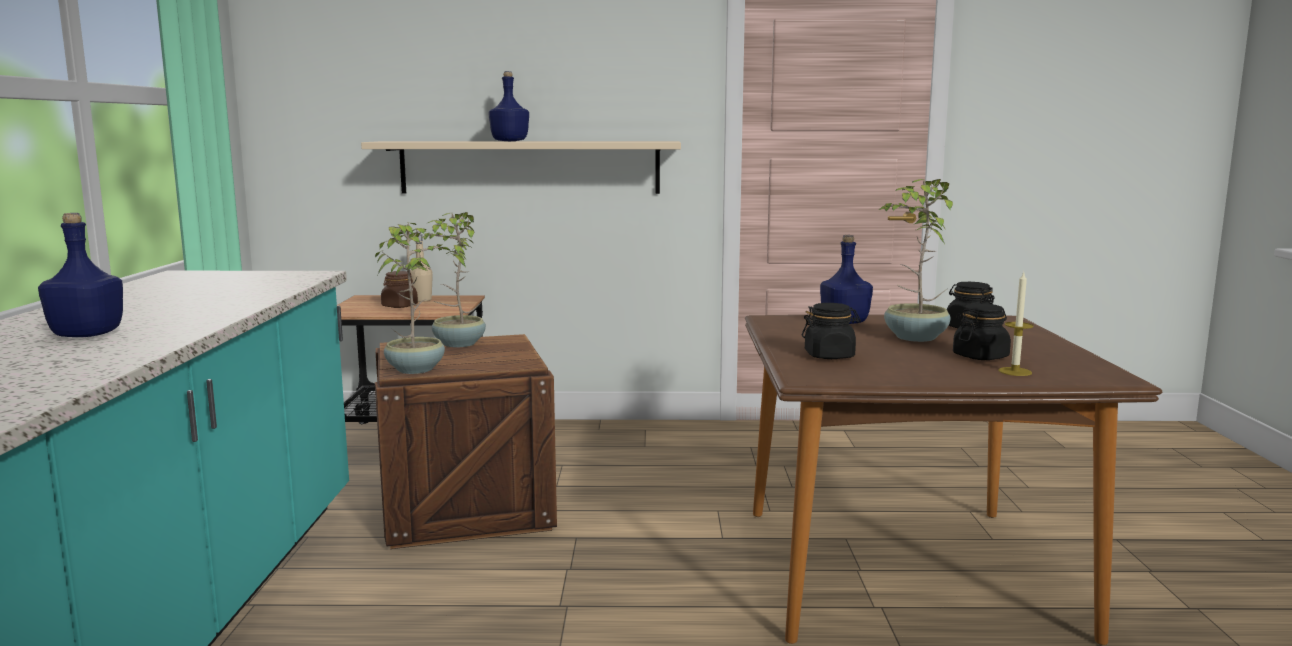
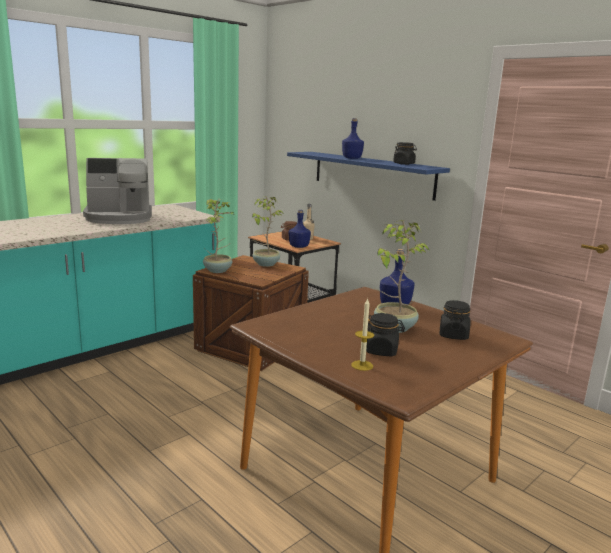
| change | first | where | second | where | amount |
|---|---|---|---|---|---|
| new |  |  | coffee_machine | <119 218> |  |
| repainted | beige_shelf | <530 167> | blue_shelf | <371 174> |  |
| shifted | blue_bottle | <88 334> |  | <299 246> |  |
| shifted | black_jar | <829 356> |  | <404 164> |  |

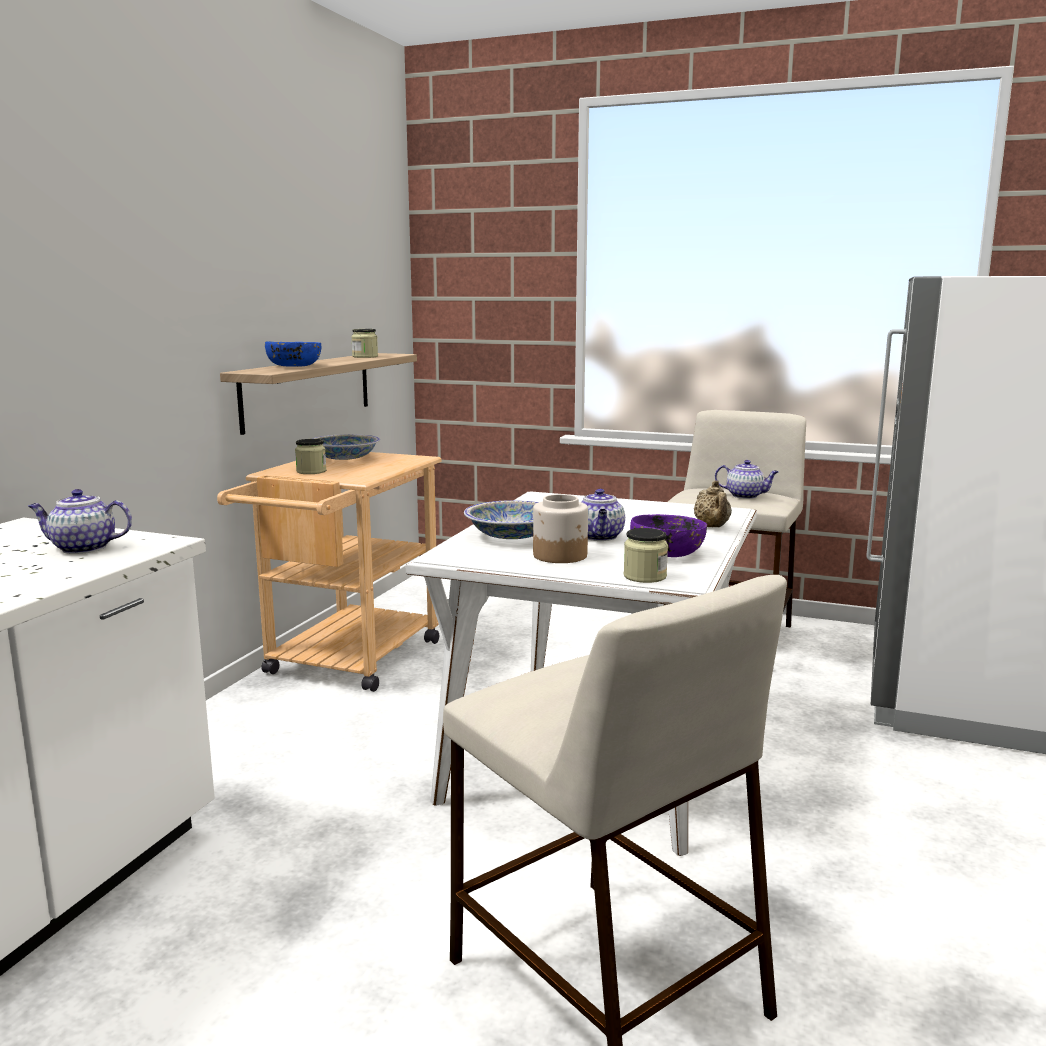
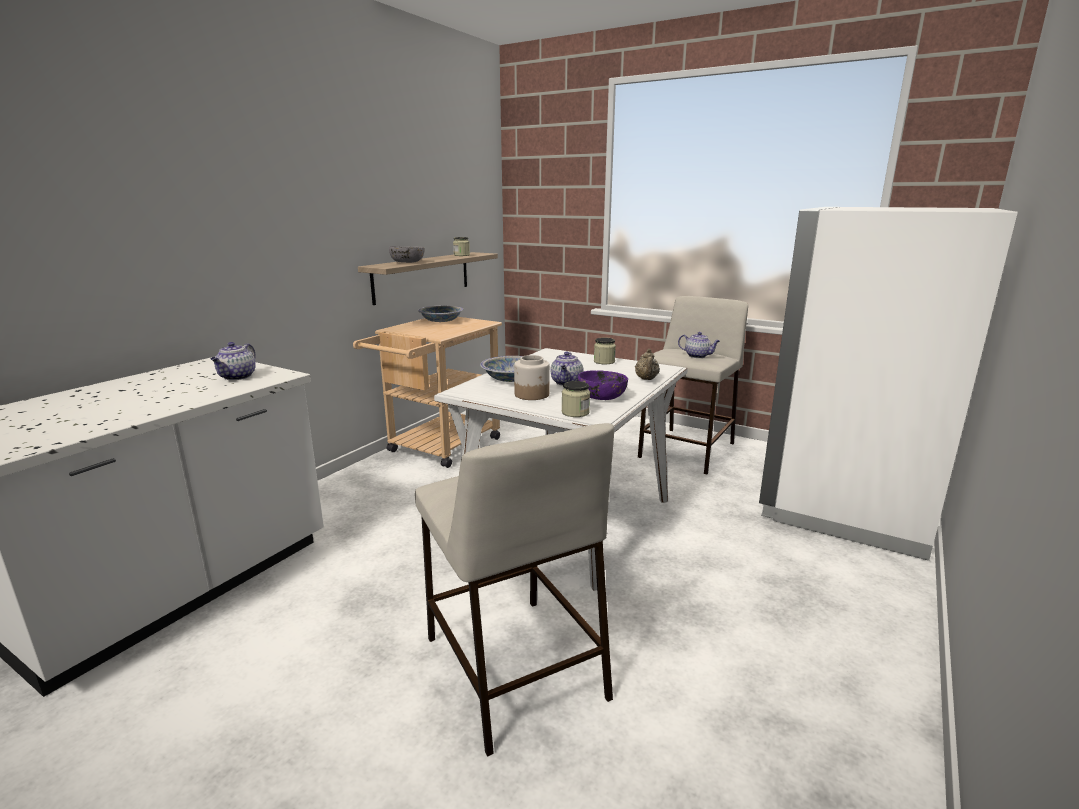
| change | first | where | second | where | amount |
|---|---|---|---|---|---|
| rotated | teapot | <82 548> |  | <237 377> | 90 degrees counterclockwise |
| repainted | blue_bowl | <295 366> | grey_bowl | <408 262> |  |
| shifted | jar | <311 471> |  | <604 361> |  |

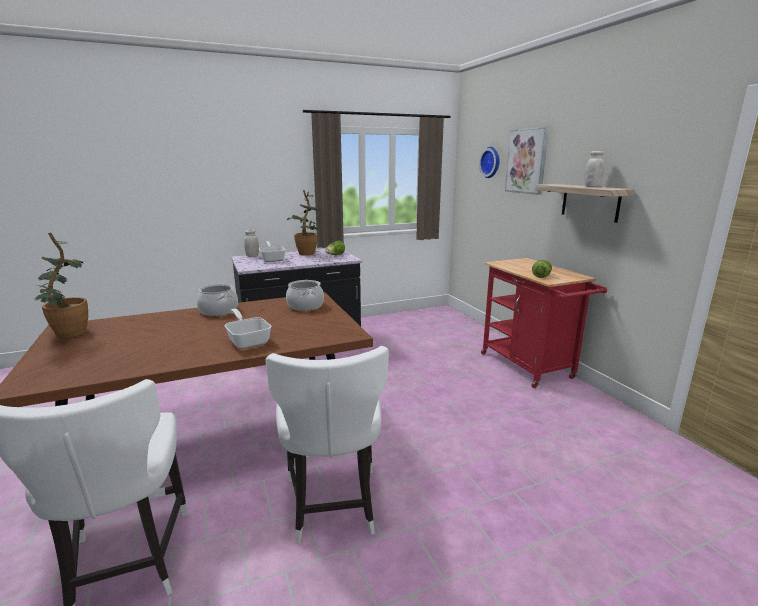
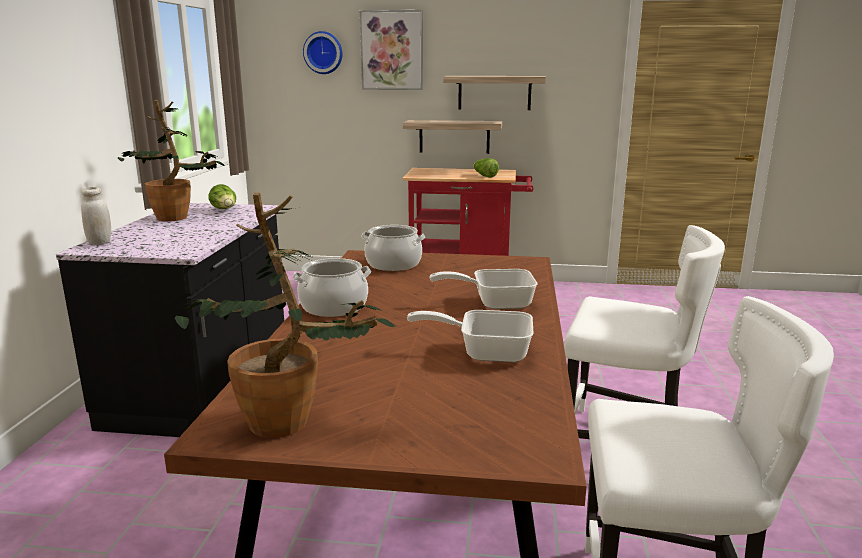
| change | first | where | second | where | amount |
|---|---|---|---|---|---|
| new |  |  | shelf | <454 136> |  |
| shifted | frying_pan | <272 259> |  | <485 352> |  |
| gone | white_jar | <591 186> |  |  |  |

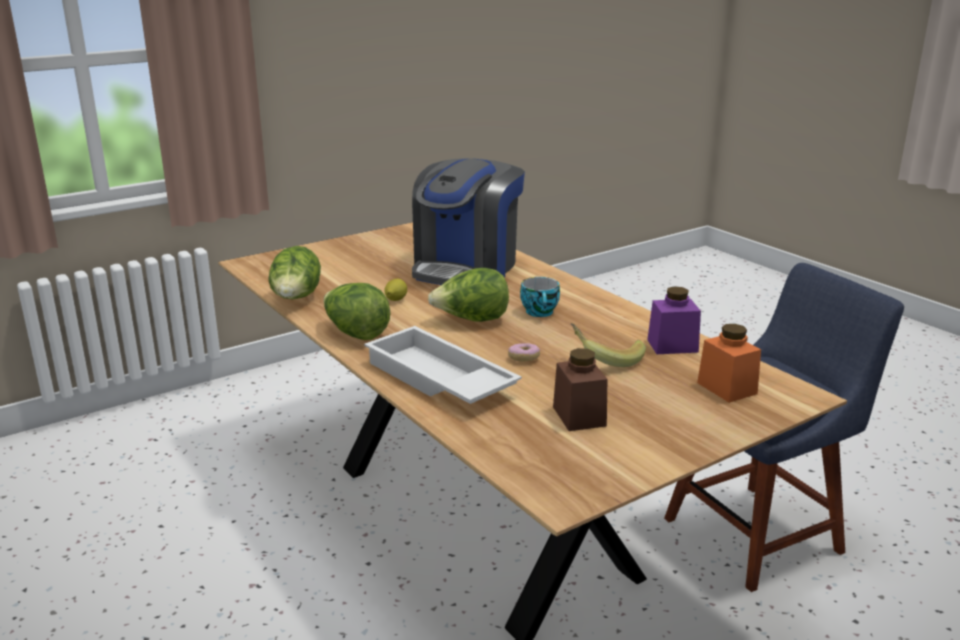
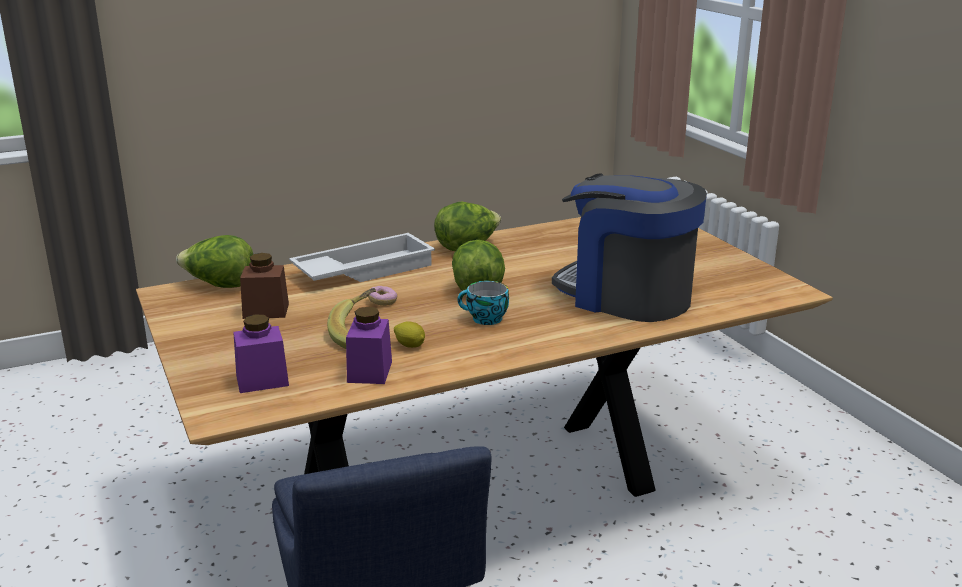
| change | first | where | second | where | amount |
|---|---|---|---|---|---|
| shifted | lettuce | <296 299> |  | <220 285> |  |
| repainted | orange_jar | <726 388> | purple_jar | <262 380> |  |
| shifted | lemon | <395 300> |  | <410 345> |  |

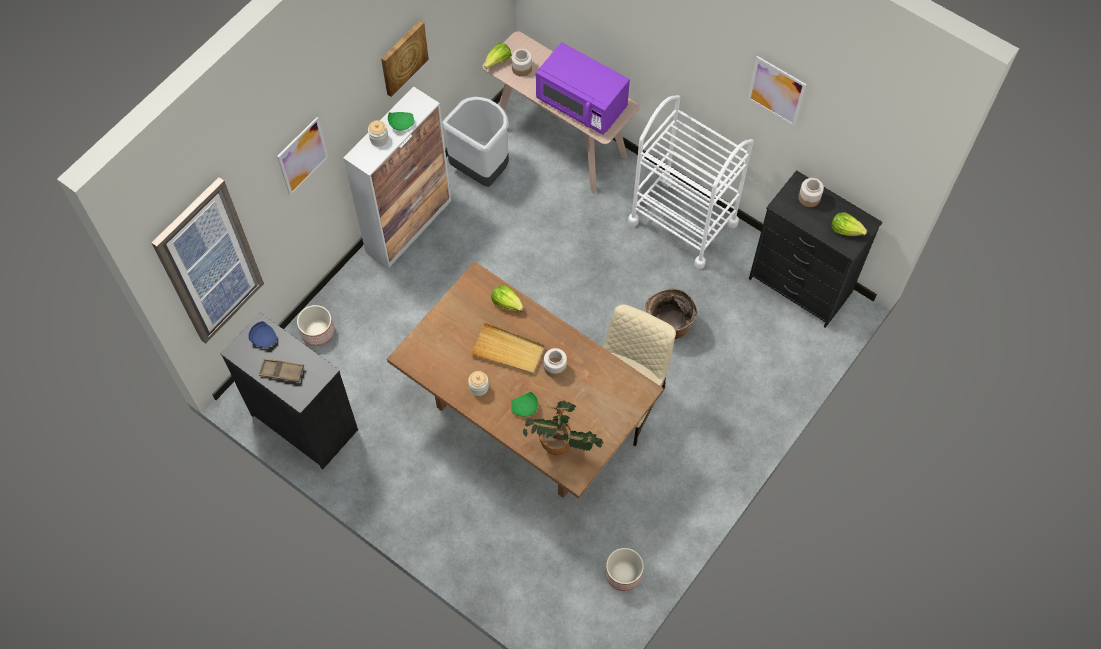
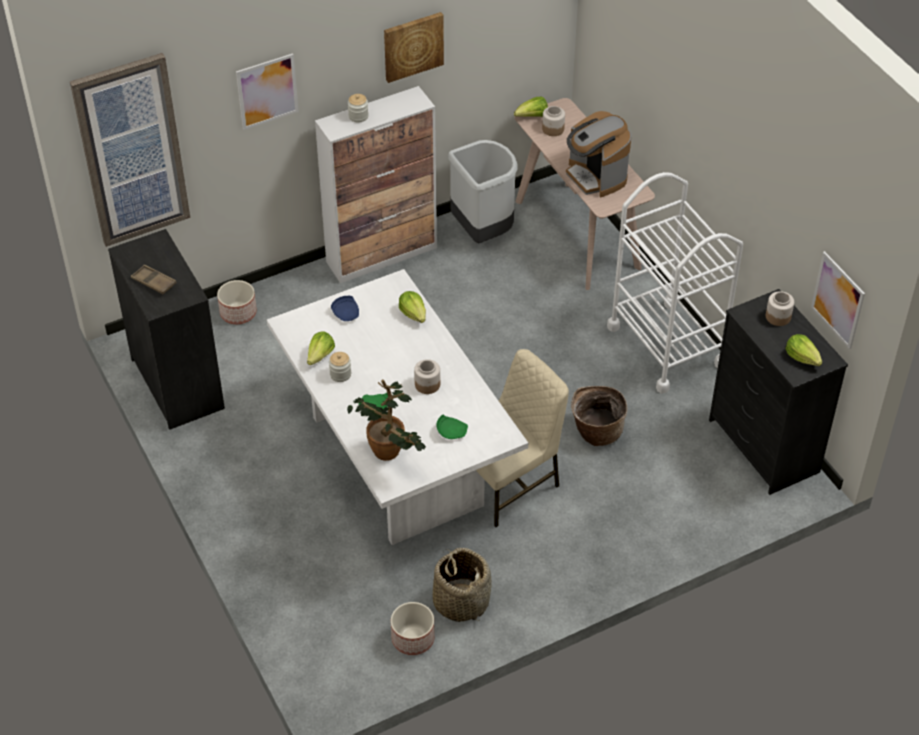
| change | first | where | second | where | amount |
|---|---|---|---|---|---|
| repainted | brown_dining_table | <525 419> | white_dining_table | <395 460> |  |
| new |  |  | lettuce | <320 356> |  |
| shifted | blue_plate | <264 338> |  | <346 313> |  |
| new |  |  | basket | <461 601> |  |
| shifted | green_plate | <401 123> |  | <451 431> |  |
| swapped | purple_microwave | <582 104> | coffee_machine | <596 176> |  |
| shifted | picture | <776 91> |  | <838 300> |  |
| gone | beige_tray | <508 351> |  |  |  |

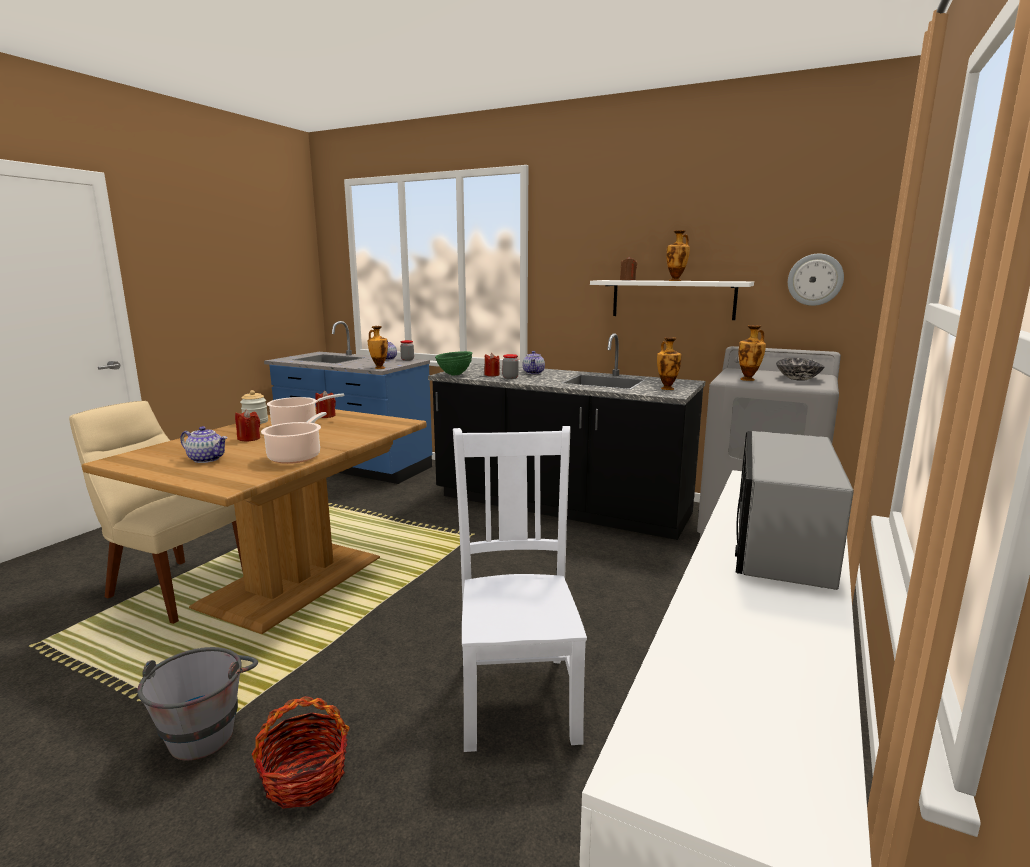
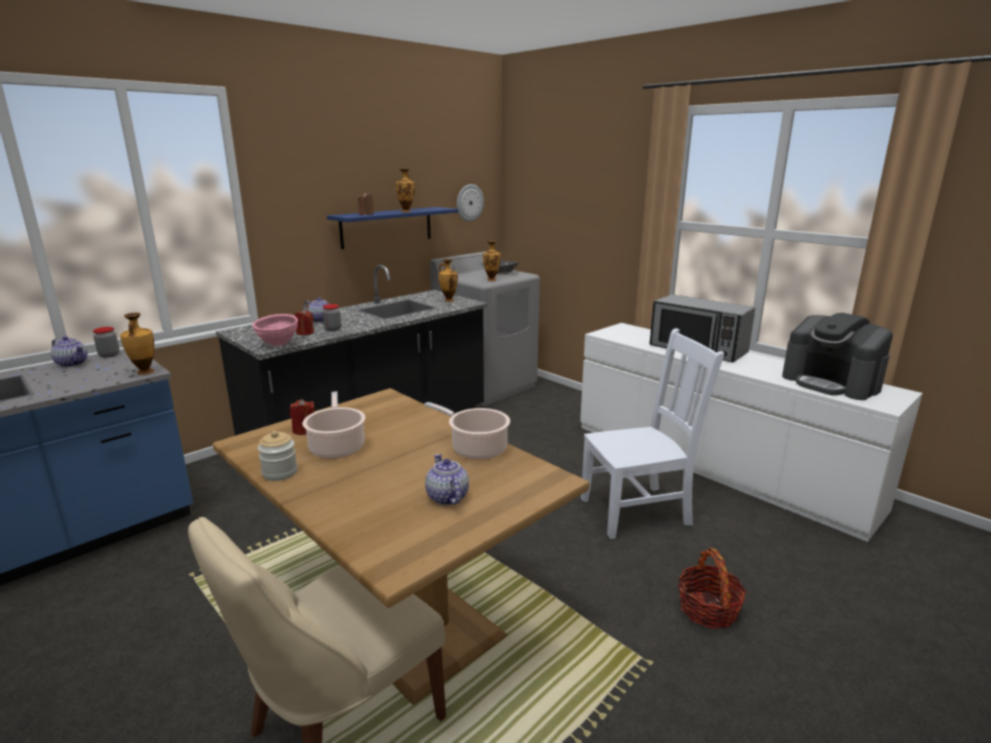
| change | first | where | second | where | amount |
|---|---|---|---|---|---|
| repainted | green_bowl | <454 375> | pink_bowl | <278 345> |  |
| repainted | white_shelf | <673 299> | blue_shelf | <387 227> |  |
| rotated | teapot | <207 459> |  | <446 497> | 60 degrees counterclockwise |
| rotated | white_chair | <518 695> |  | <638 511> | 150 degrees clockwise |
| new |  |  | coffee_machine | <831 383> |  |
| gone | grey_bucket | <207 728> |  |  |  |
| gone | red_candle | <249 438> |  |  |  |

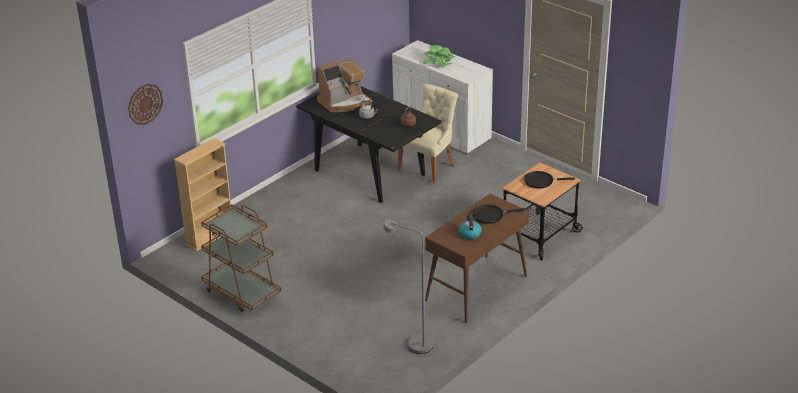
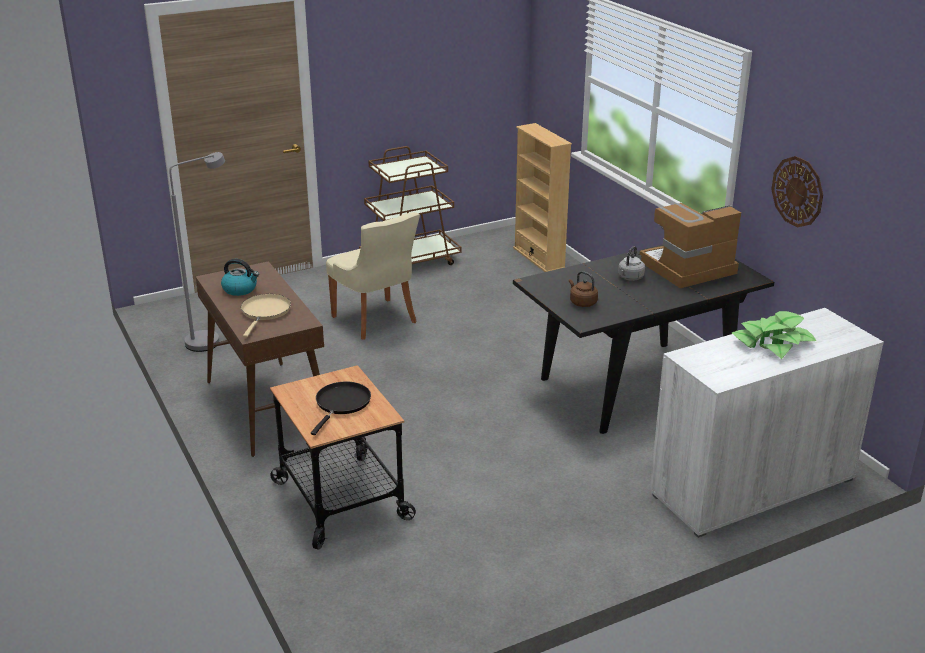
| change | first | where | second | where | amount |
|---|---|---|---|---|---|
| repainted | black_frying_pan | <490 215> | beige_frying_pan | <265 312> |  |
| shifted | beige_chair | <428 167> |  | <376 320> |  |
| rotated | coffee_machine | <344 102> |  | <687 268> | 75 degrees clockwise |
| shifted | wall_clock | <145 104> |  | <797 191> |  |

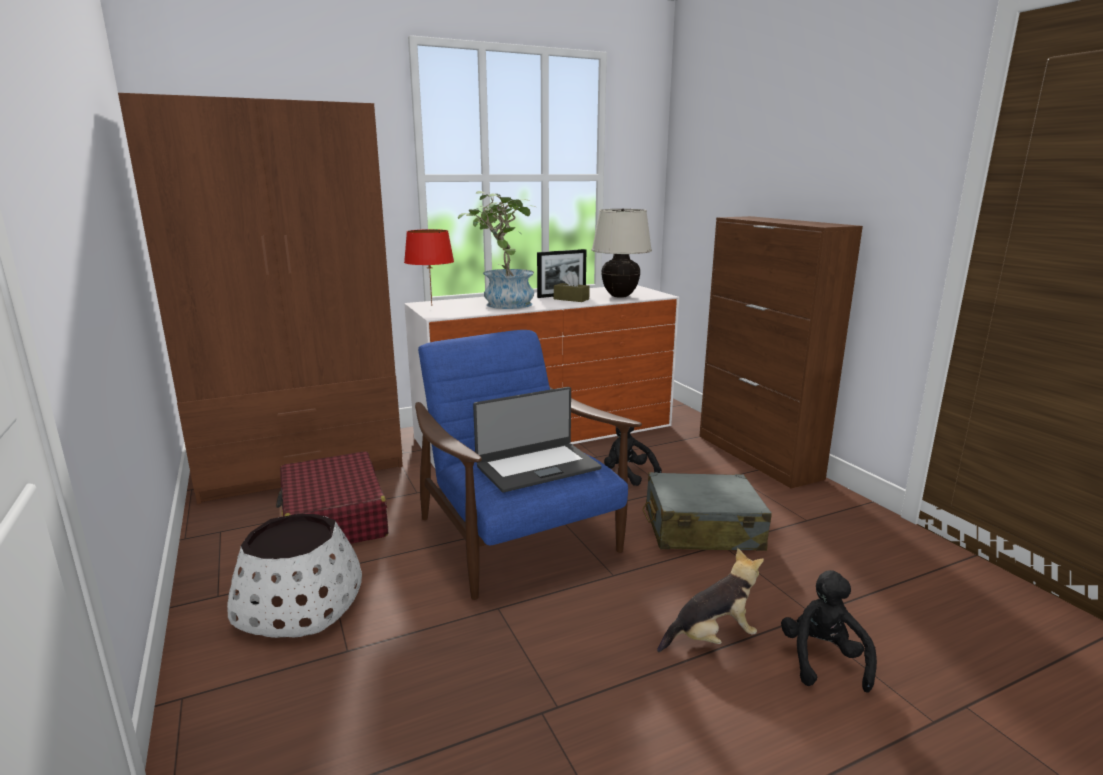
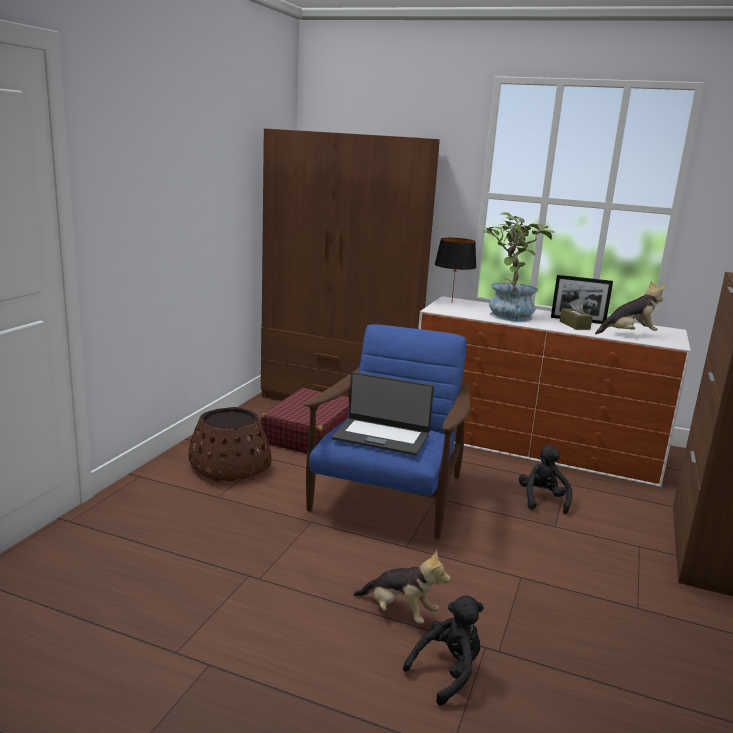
| change | first | where | second | where | amount |
|---|---|---|---|---|---|
| repainted | white_planter | <300 607> | brown_planter | <229 467> |  |
| repainted | red_table_lamp | <431 306> | black_table_lamp | <451 302> |  |
| swapped | beige_table_lamp | <619 296> | plush_toy | <628 334> |  |
| gone | grey_suitcase | <701 529> |  |  |  |

